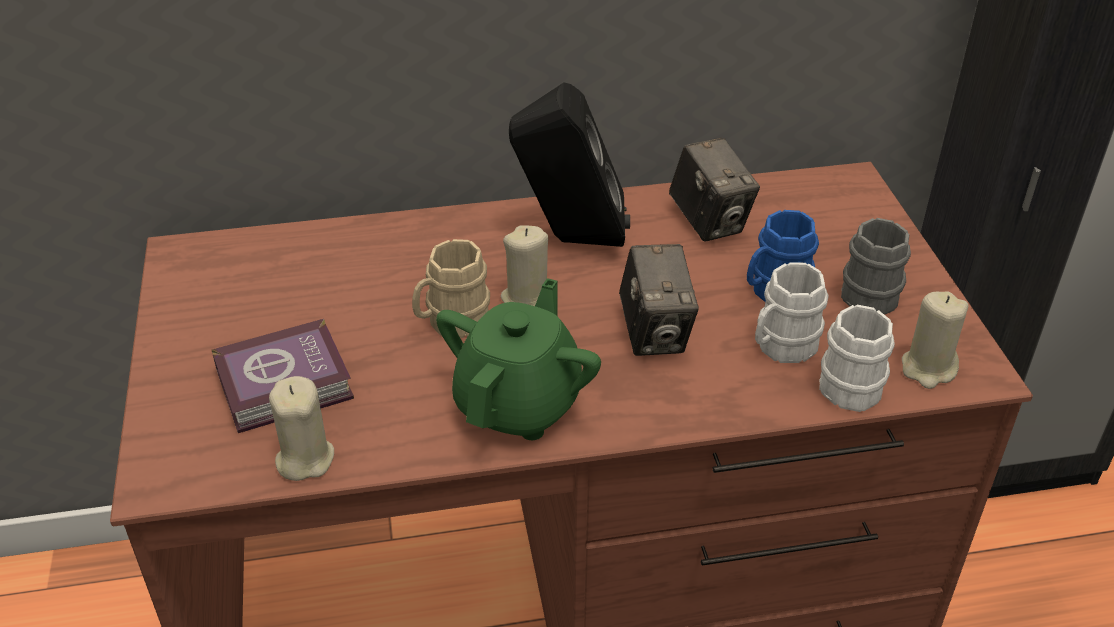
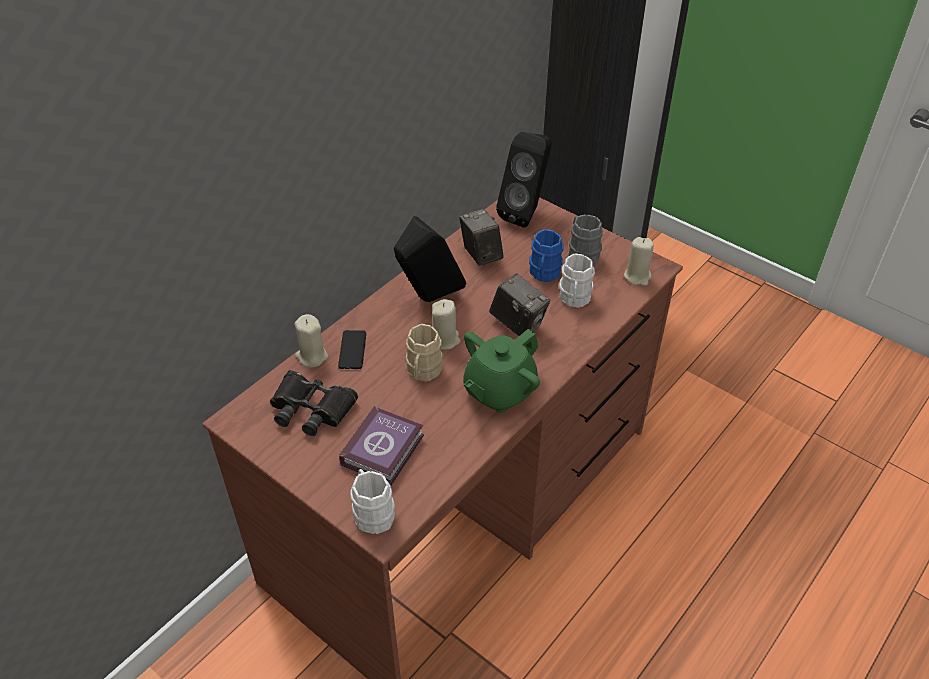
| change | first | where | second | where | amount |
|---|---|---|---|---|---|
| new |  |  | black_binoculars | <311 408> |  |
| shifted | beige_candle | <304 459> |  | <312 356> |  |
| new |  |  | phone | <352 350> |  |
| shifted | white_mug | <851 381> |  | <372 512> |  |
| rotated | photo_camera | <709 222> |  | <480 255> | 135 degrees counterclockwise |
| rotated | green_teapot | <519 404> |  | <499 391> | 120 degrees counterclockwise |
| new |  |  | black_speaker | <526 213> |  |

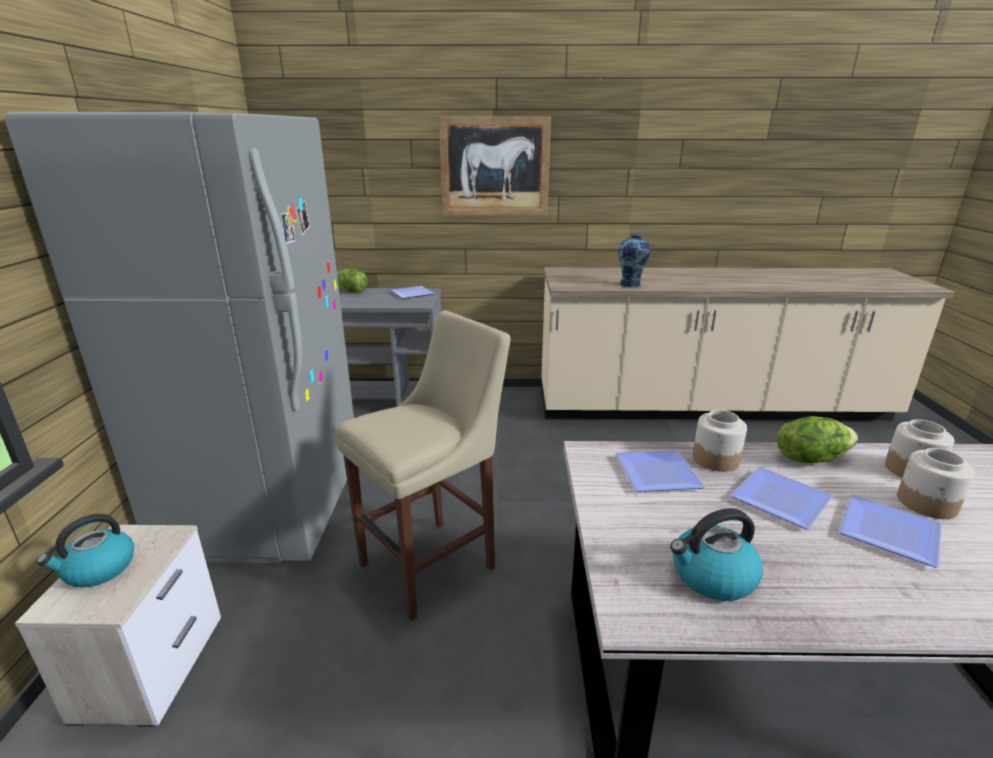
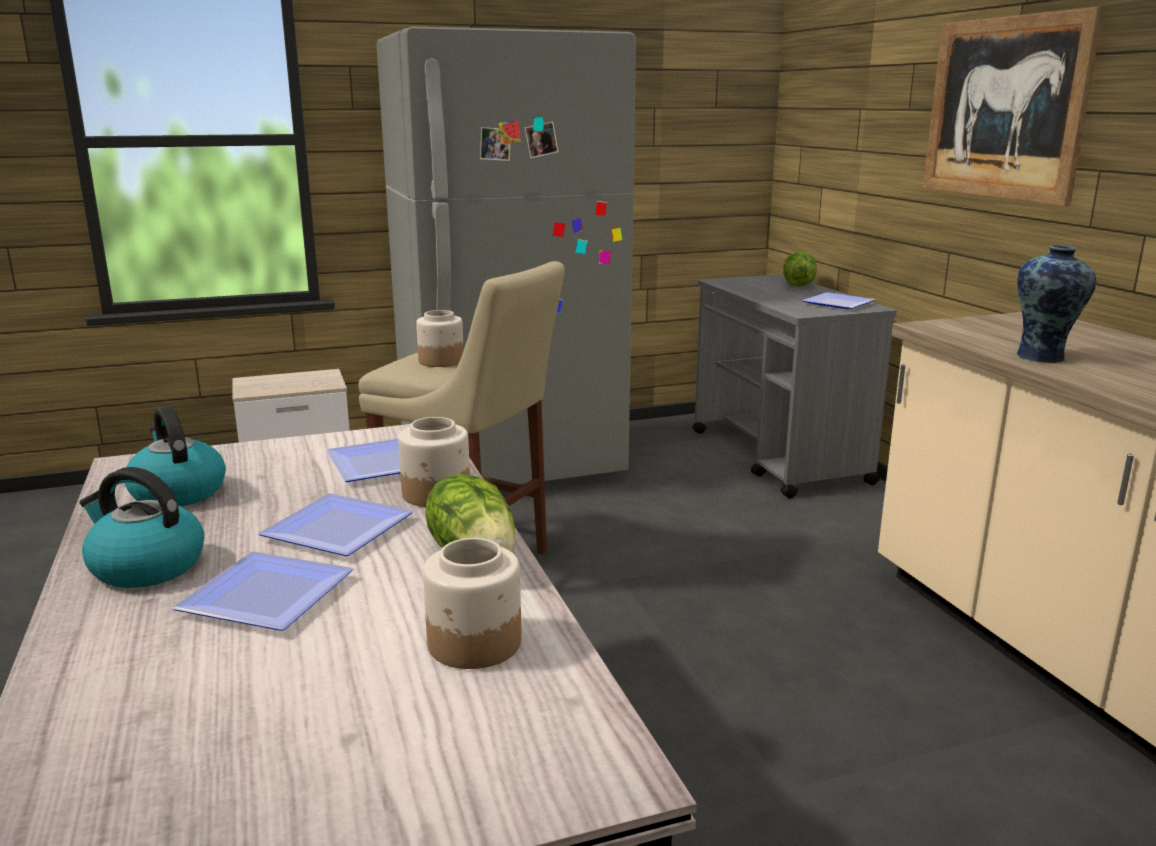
| change | first | where | second | where | amount |
|---|---|---|---|---|---|
| shifted | kettle | <98 569> |  | <146 567> |  |
| shifted | jar | <927 504> |  | <440 361> |  |

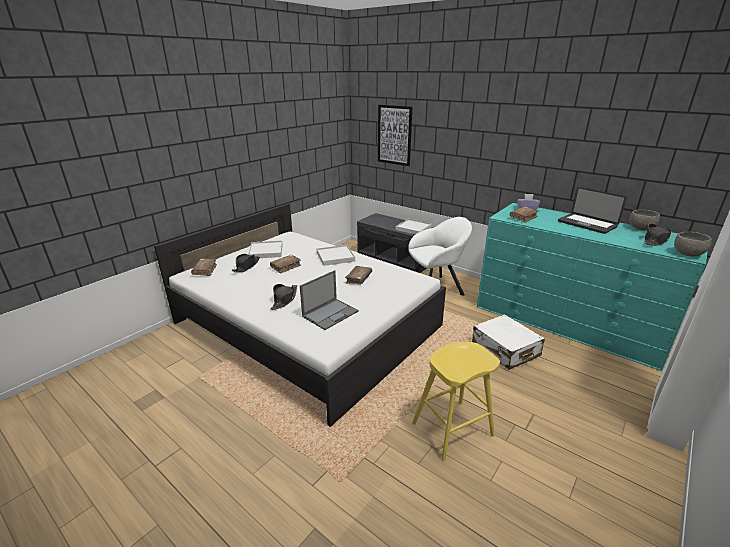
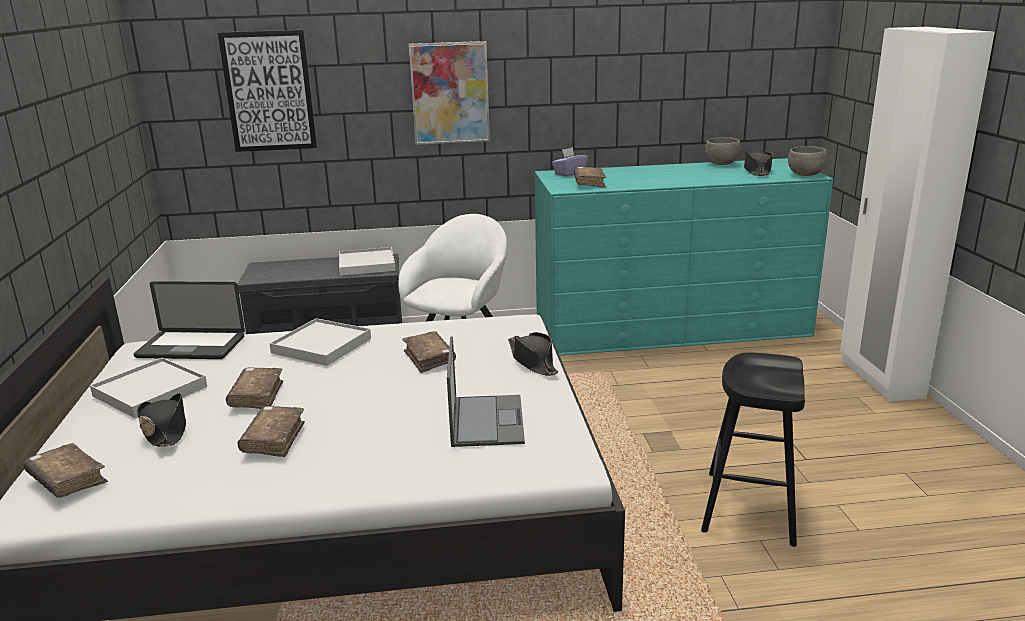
| change | first | where | second | where | amount |
|---|---|---|---|---|---|
| shifted | laptop | <586 224> |  | <191 347> |  |
| new |  |  | brown_book | <274 439> |  |
| new |  |  | picture | <450 93> |  |
| shifted | black_hat | <284 300> |  | <533 361> |  |
| repainted | yellow_stool | <452 429> | black_stool | <749 508> |  |
| gone | white_suitcase | <505 349> |  |  |  |

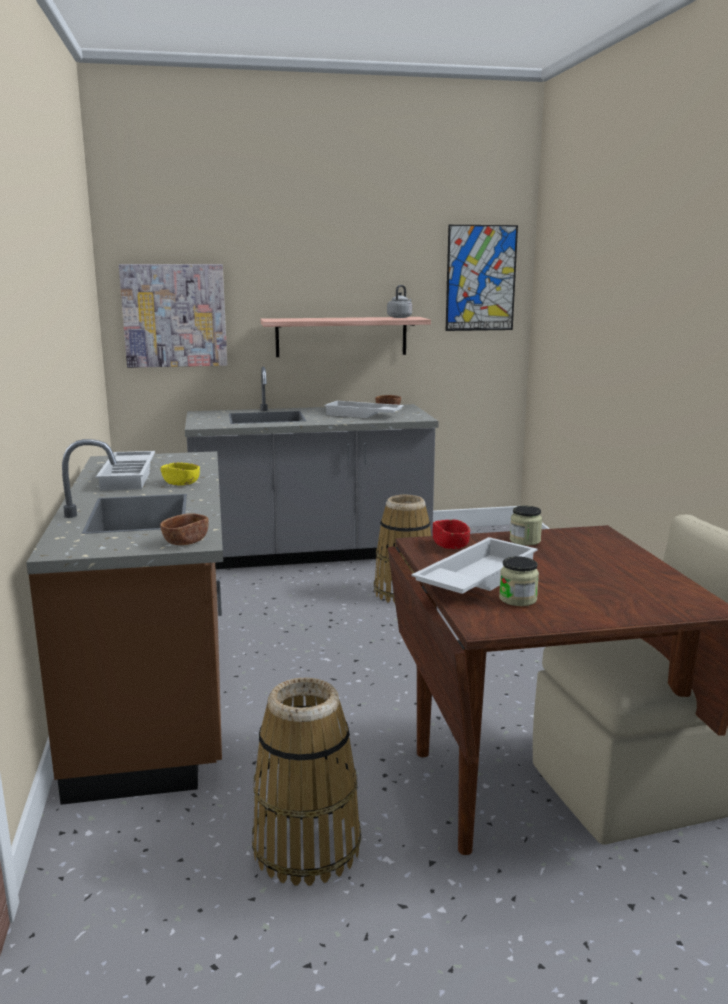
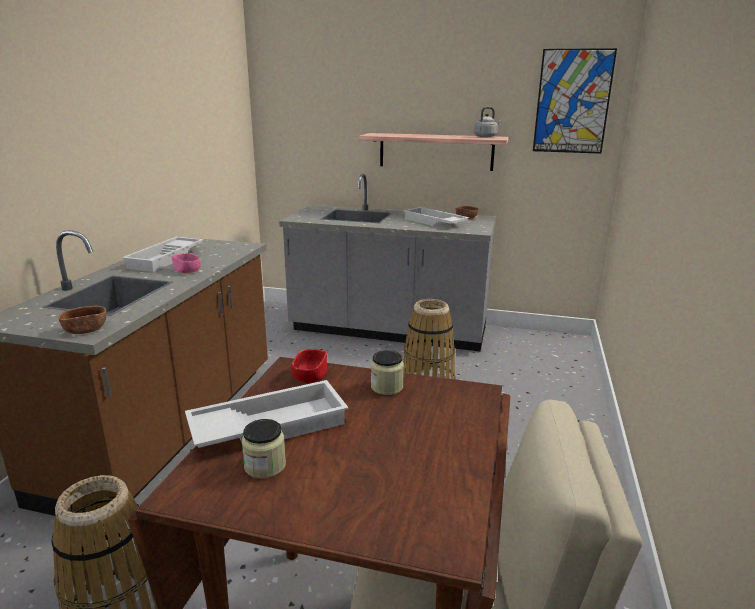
| change | first | where | second | where | amount |
|---|---|---|---|---|---|
| repainted | yellow_bowl | <181 483> | pink_bowl | <187 270> |  |
| gone | picture | <174 316> |  |  |  |

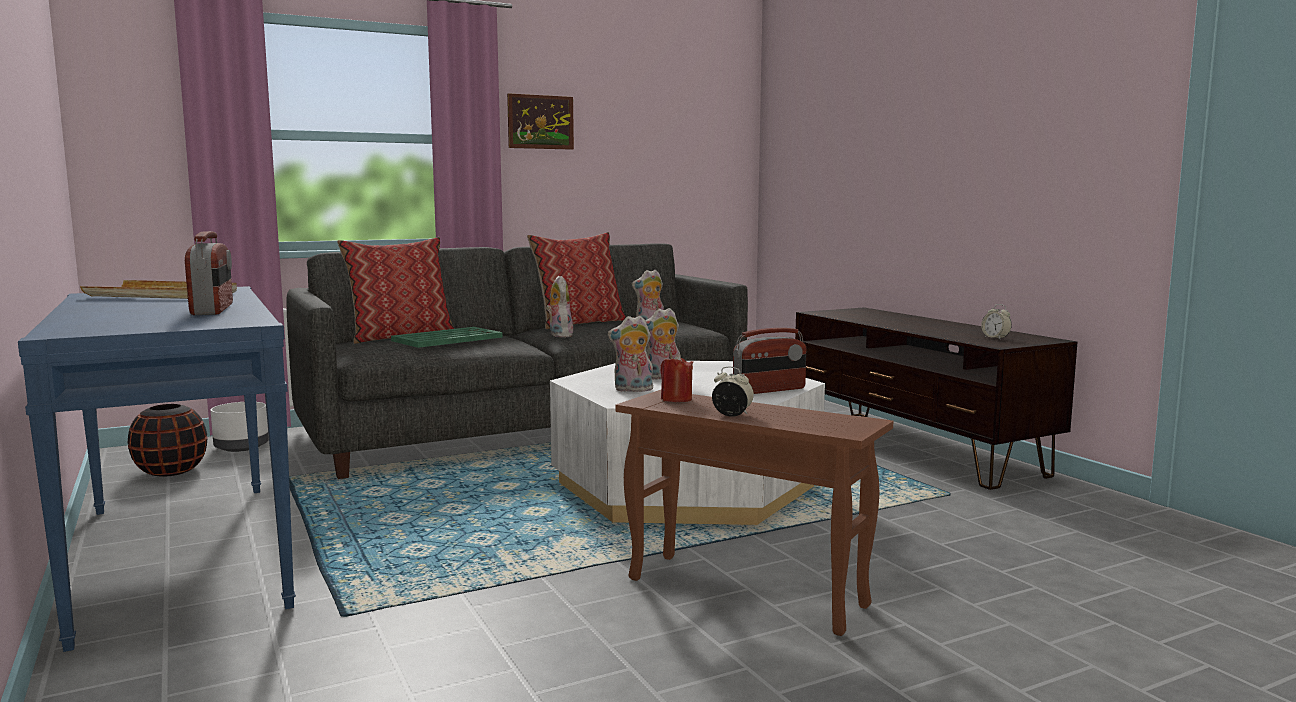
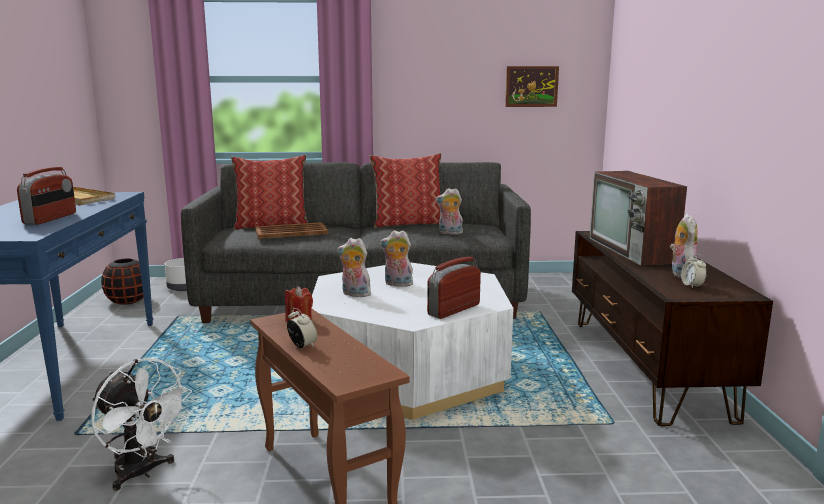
| change | first | where | second | where | amount |
|---|---|---|---|---|---|
| new |  |  | white_fan | <142 473> |  |
| repainted | green_tray | <446 339> | brown_tray | <290 232> |  |
| rotated | radio | <769 390> |  | <453 310> | 135 degrees clockwise |
| shifted | picture | <540 122> |  | <531 86> |  |
| new |  |  | television | <632 250> |  |
| shifted | plush_toy | <559 335> |  | <680 274> |  |

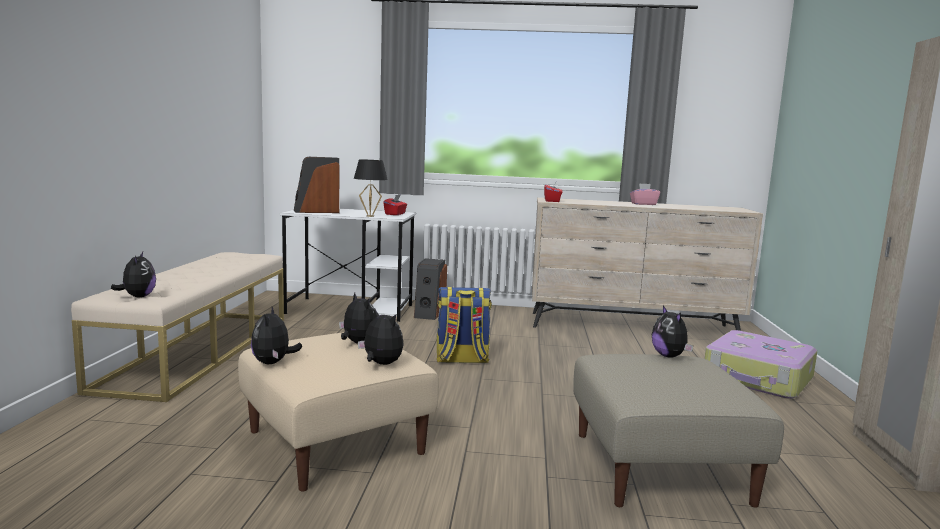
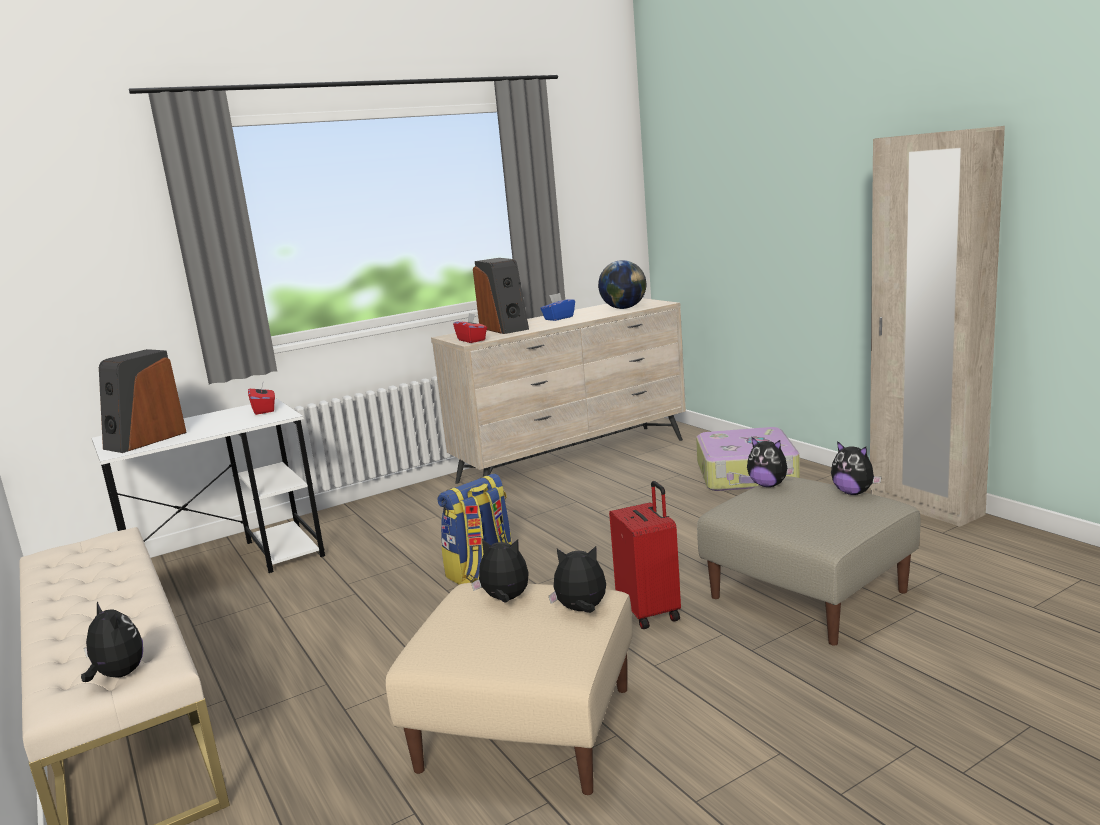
| change | first | where | second | where | amount |
|---|---|---|---|---|---|
| shifted | speaker | <429 313> |  | <505 328> |  |
| repainted | pink_tissue_box | <643 204> | blue_tissue_box | <558 318> |  |
| new |  |  | globe | <623 308> |  |
| new |  |  | red_suitcase | <650 611> |  |
| shifted | plush_toy | <273 363> |  | <853 492> |  |
| gone | black_table_lamp | <370 216> |  |  |  |

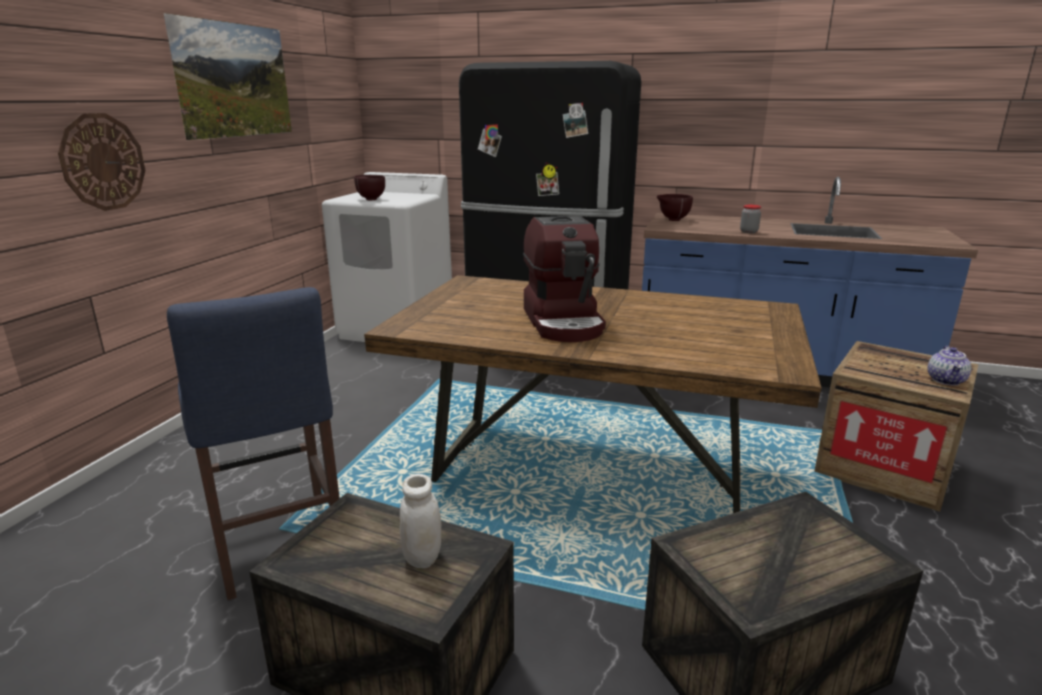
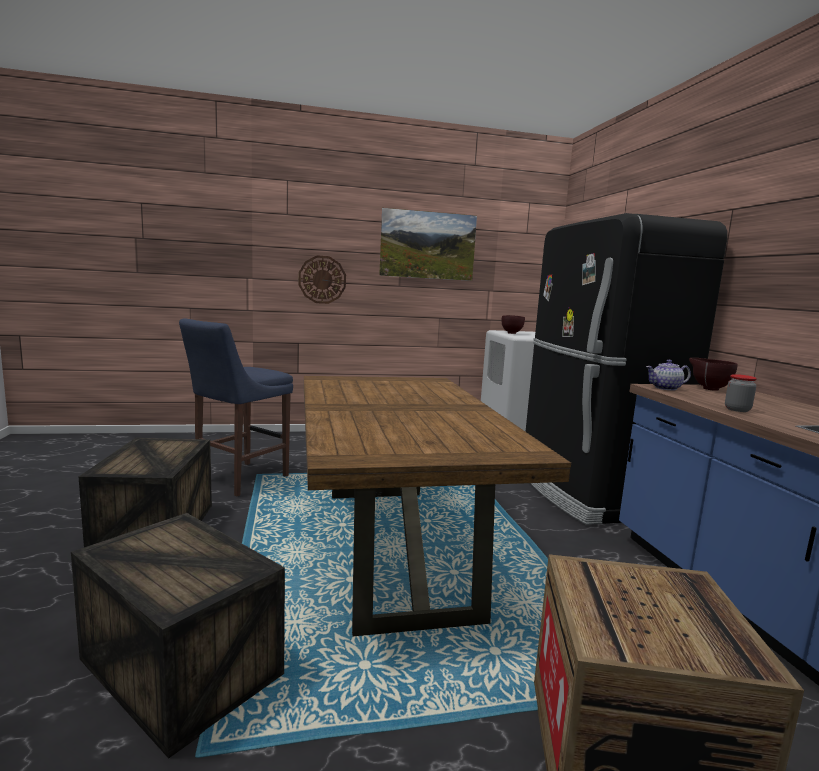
| change | first | where | second | where | amount |
|---|---|---|---|---|---|
| shifted | teapot | <946 380> |  | <665 388> |  |
| gone | white_jar | <422 557> |  |  |  |
| gone | coffee_machine | <564 322> |  |  |  |

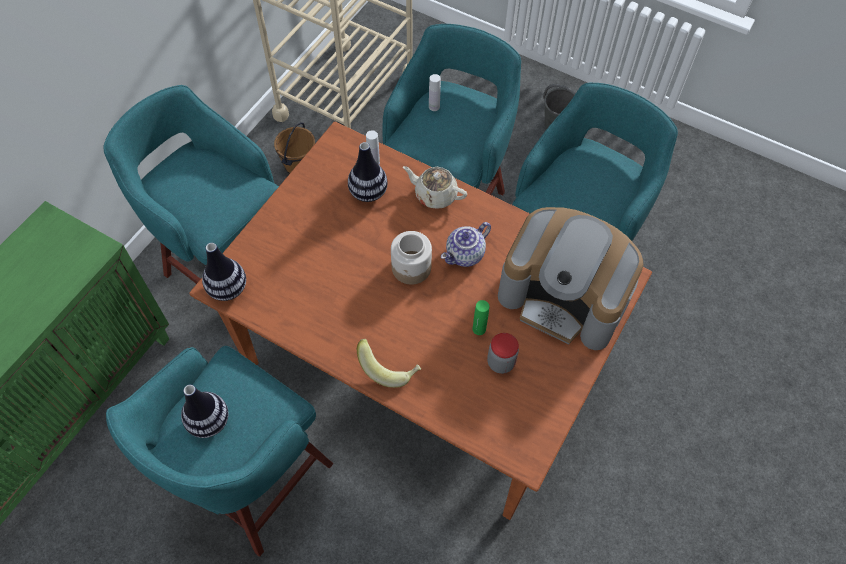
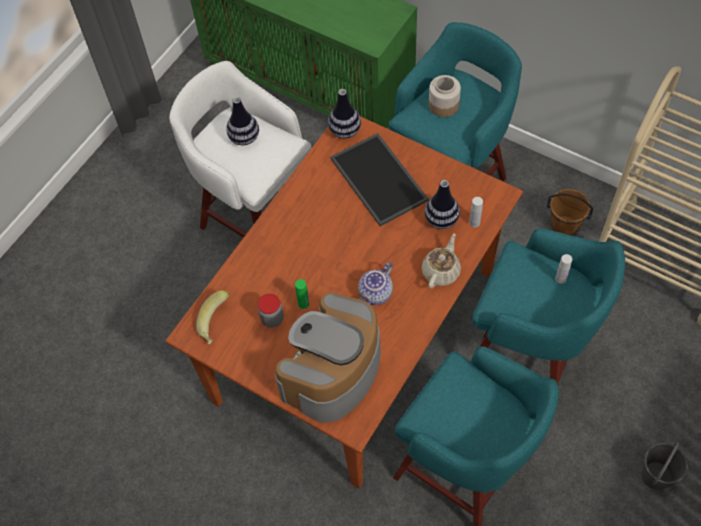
| change | first | where | second | where | amount |
|---|---|---|---|---|---|
| repainted | turquoise_stool | <251 480> | white_stool | <257 216> |  |
| shifted | banana | <389 367> |  | <217 323> |  |
| new |  |  | tray | <380 179> |  |
| rotated | teapot | <465 255> |  | <376 294> | 105 degrees counterclockwise |
| shifted | jar | <411 268> |  | <443 105> |  |

